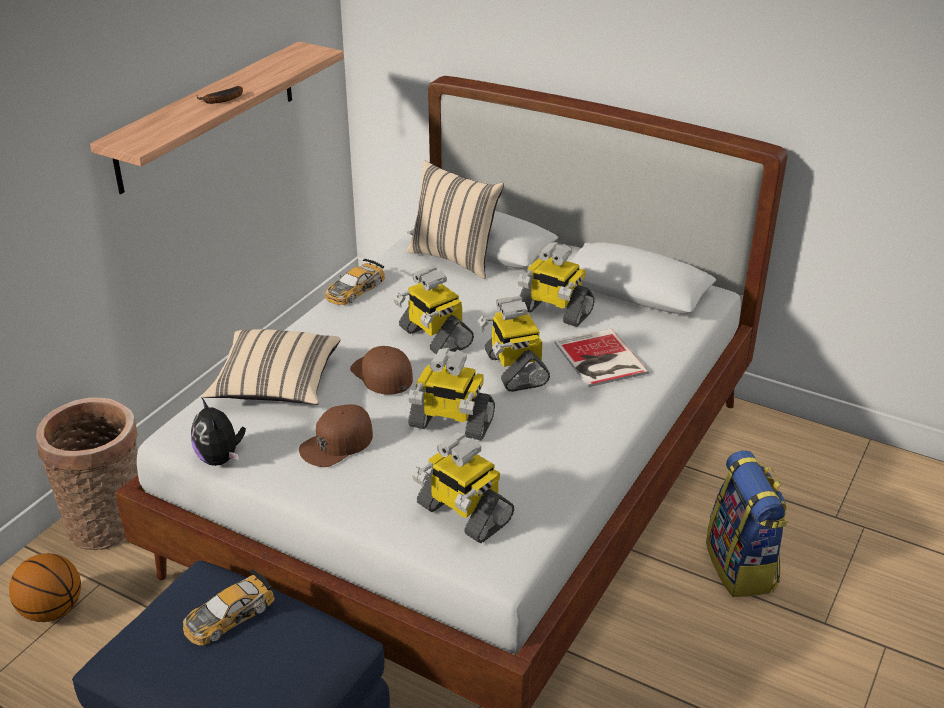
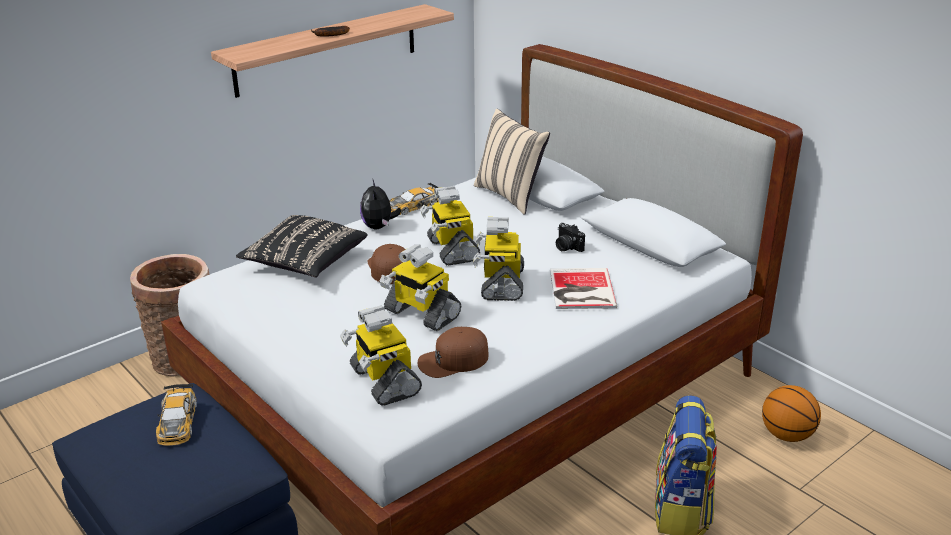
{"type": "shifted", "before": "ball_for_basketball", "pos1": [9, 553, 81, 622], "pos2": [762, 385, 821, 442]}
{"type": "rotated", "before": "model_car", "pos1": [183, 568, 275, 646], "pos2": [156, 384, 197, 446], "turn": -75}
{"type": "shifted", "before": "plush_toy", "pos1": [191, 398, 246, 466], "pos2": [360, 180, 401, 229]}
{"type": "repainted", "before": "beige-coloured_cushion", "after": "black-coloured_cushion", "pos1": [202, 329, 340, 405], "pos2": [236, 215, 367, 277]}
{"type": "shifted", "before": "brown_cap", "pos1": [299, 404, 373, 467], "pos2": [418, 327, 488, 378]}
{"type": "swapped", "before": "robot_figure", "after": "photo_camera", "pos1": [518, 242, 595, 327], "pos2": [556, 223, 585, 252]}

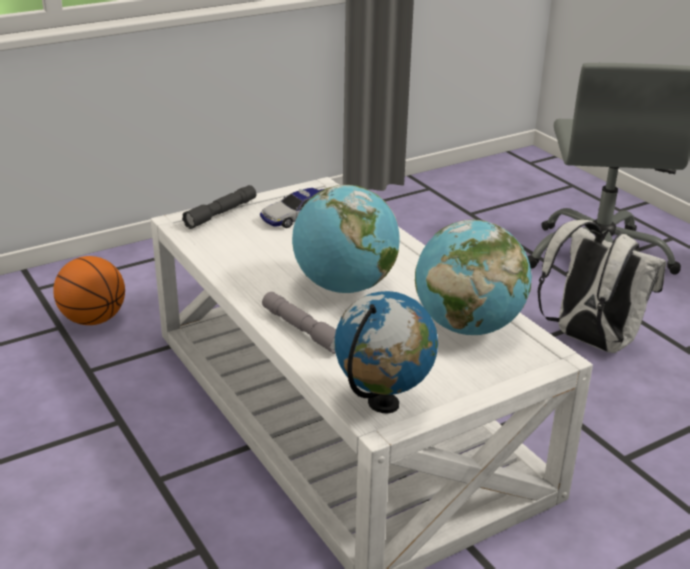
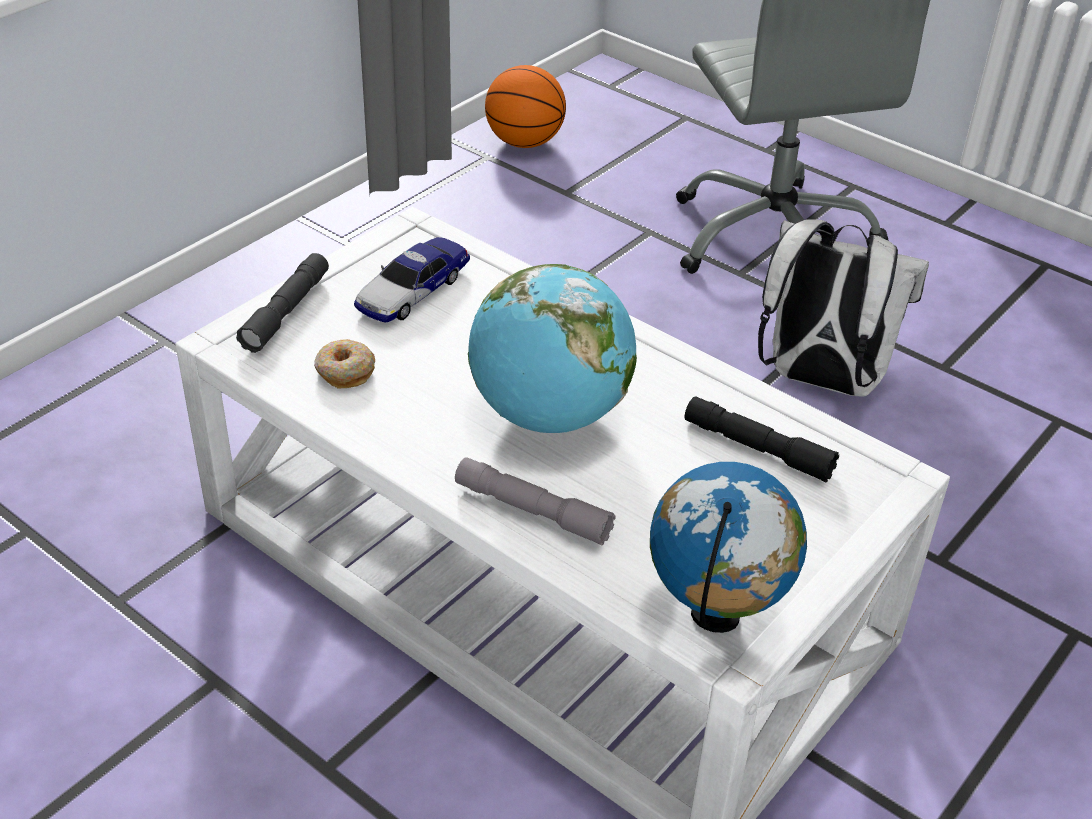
{"type": "shifted", "before": "ball_for_basketball", "pos1": [53, 256, 125, 325], "pos2": [485, 65, 566, 148]}
{"type": "swapped", "before": "globe", "after": "black-coloured_torch", "pos1": [415, 220, 532, 335], "pos2": [685, 396, 839, 482]}
{"type": "new", "after": "ring_doughnut", "pos2": [314, 339, 375, 388]}

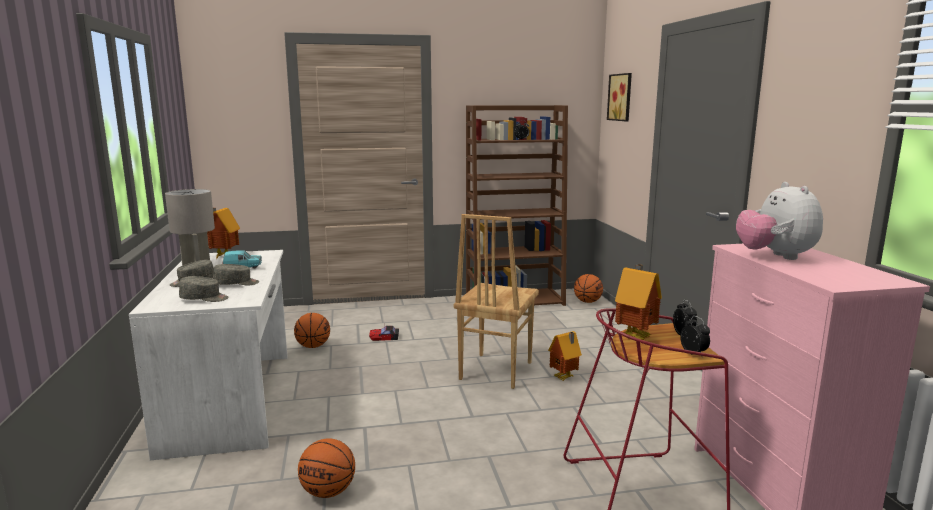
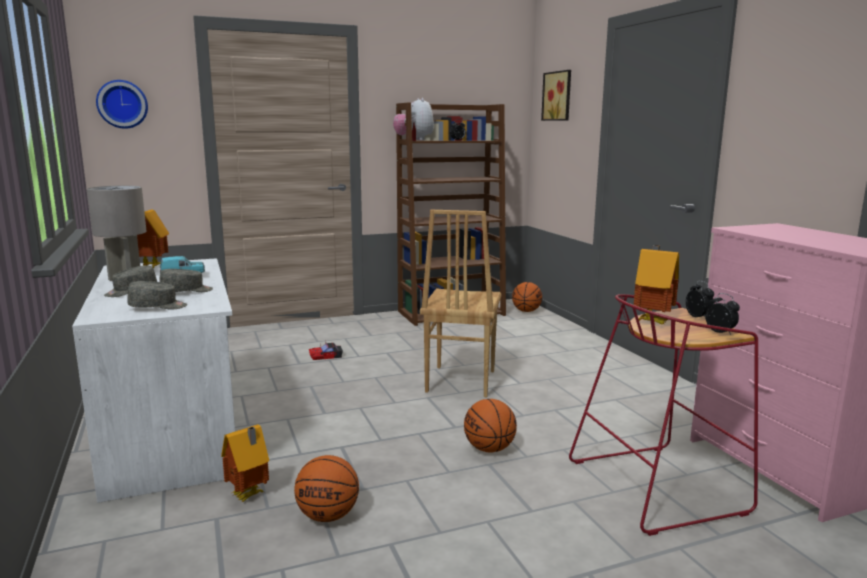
{"type": "shifted", "before": "ball_for_basketball", "pos1": [294, 313, 330, 348], "pos2": [464, 399, 517, 452]}
{"type": "shifted", "before": "model_house", "pos1": [548, 331, 582, 381], "pos2": [221, 424, 269, 503]}
{"type": "shifted", "before": "plush_toy", "pos1": [736, 182, 823, 260], "pos2": [393, 98, 434, 140]}
{"type": "new", "after": "hanging_clock", "pos2": [96, 80, 148, 129]}

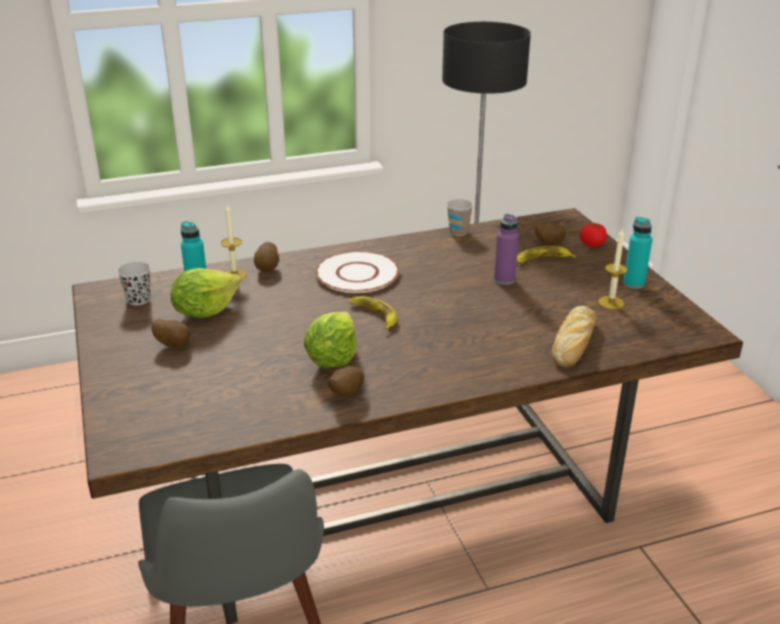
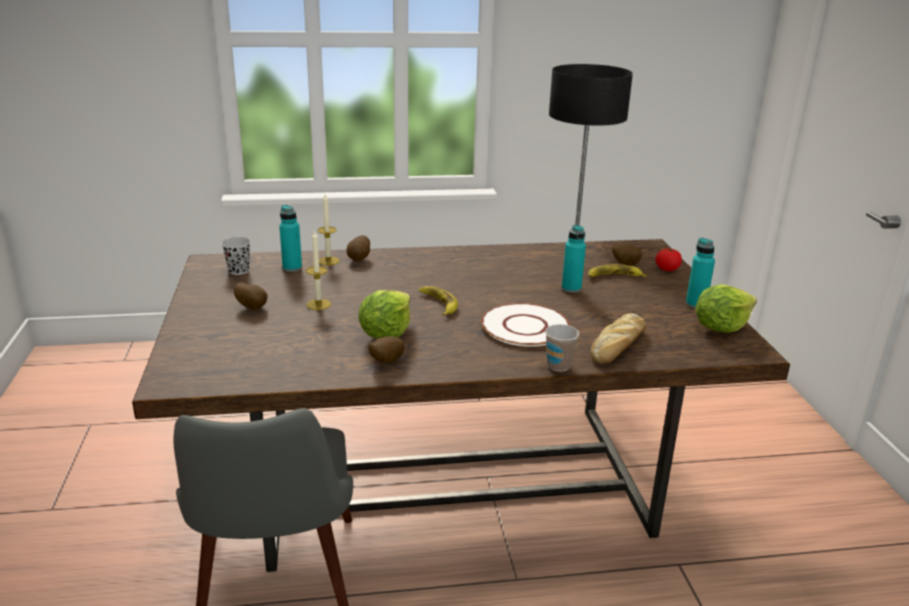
{"type": "shifted", "before": "head_of_lettuce", "pos1": [171, 268, 241, 318], "pos2": [695, 285, 757, 333]}
{"type": "shifted", "before": "whitish_dinner_plate", "pos1": [315, 251, 400, 293], "pos2": [481, 303, 570, 347]}
{"type": "shifted", "before": "cup", "pos1": [447, 199, 473, 236], "pos2": [545, 324, 579, 372]}
{"type": "repainted", "before": "purple_beverage_bottle", "after": "turquoise_beverage_bottle", "pos1": [494, 214, 519, 285], "pos2": [562, 224, 586, 293]}
{"type": "shifted", "before": "wax_light", "pos1": [598, 228, 628, 309], "pos2": [306, 230, 331, 310]}

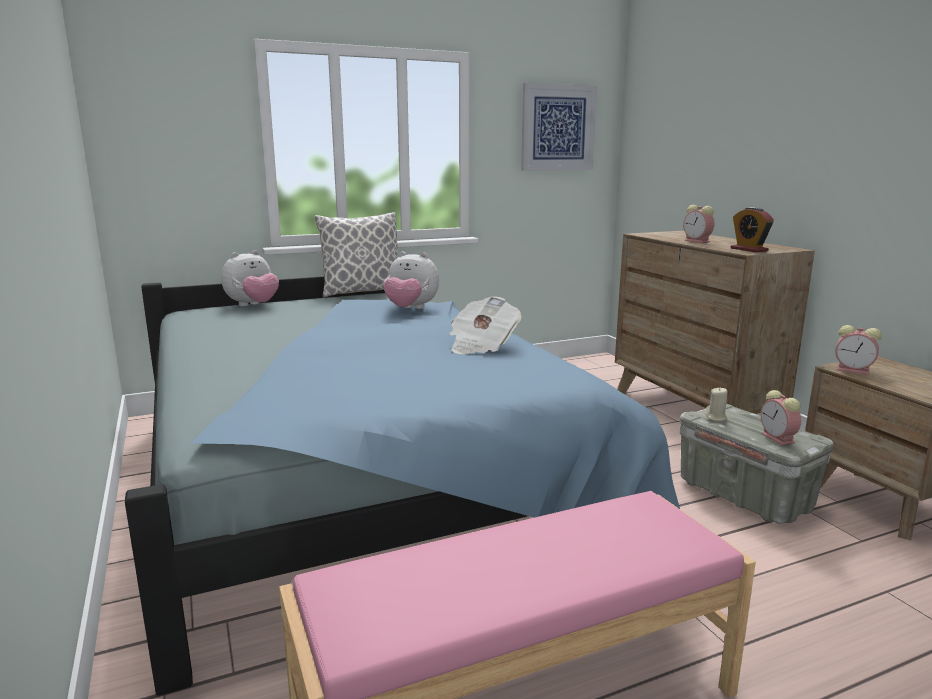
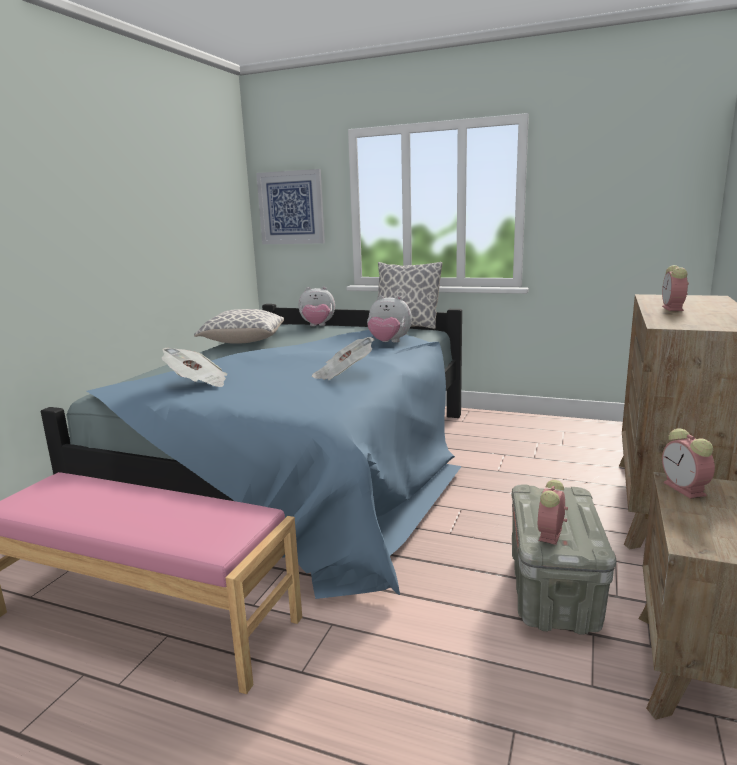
{"type": "rotated", "before": "plush_toy", "pos1": [383, 252, 439, 309], "pos2": [367, 295, 412, 343], "turn": -45}
{"type": "shifted", "before": "wall_art", "pos1": [521, 83, 597, 171], "pos2": [256, 169, 325, 244]}
{"type": "gone", "before": "beige-coloured_wax_light", "pos1": [706, 388, 728, 421]}
{"type": "gone", "before": "table_clock", "pos1": [730, 207, 774, 252]}
{"type": "new", "after": "newspaper", "pos2": [162, 348, 227, 387]}
{"type": "new", "after": "cushion", "pos2": [194, 309, 284, 344]}

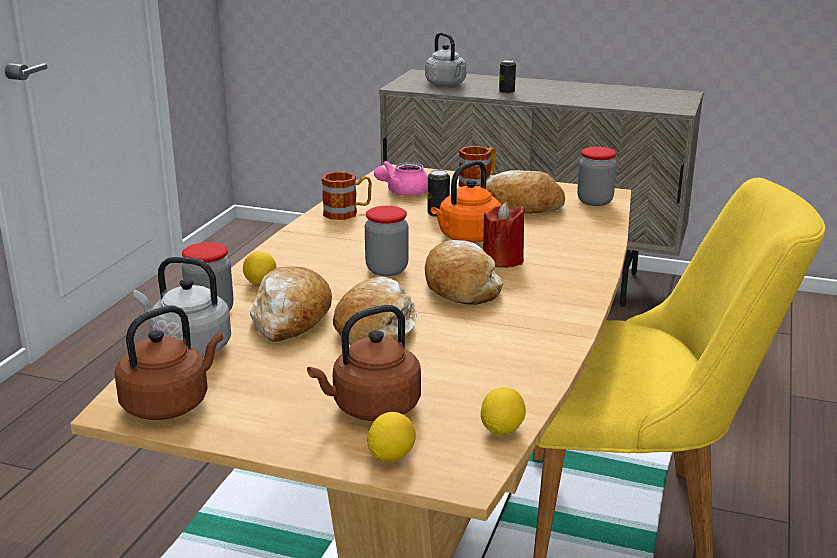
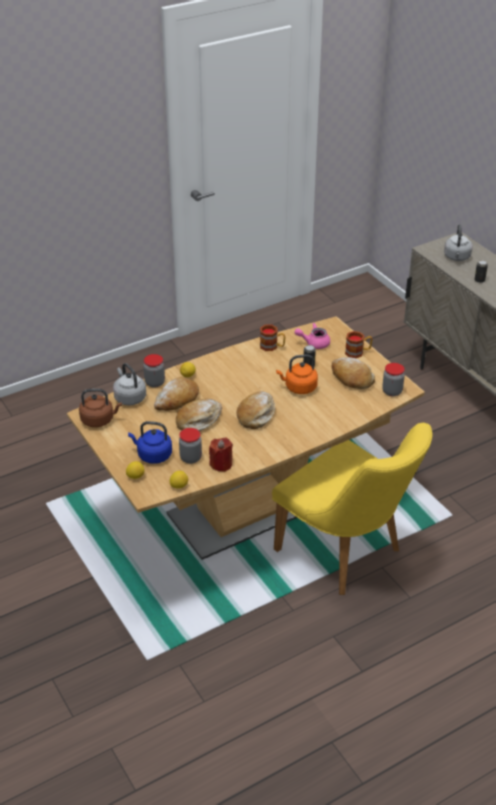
{"type": "repainted", "before": "brown_water_kettle", "after": "blue-coloured_water_kettle", "pos1": [307, 305, 421, 421], "pos2": [128, 421, 172, 464]}
{"type": "shifted", "before": "storage_jar", "pos1": [365, 206, 409, 276], "pos2": [179, 428, 202, 464]}
{"type": "shifted", "before": "reddish_wax_light", "pos1": [483, 202, 525, 268], "pos2": [209, 437, 233, 472]}

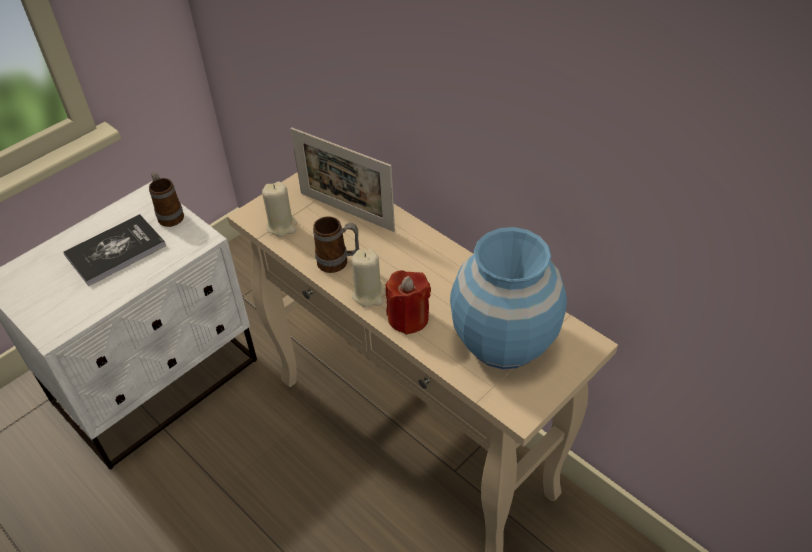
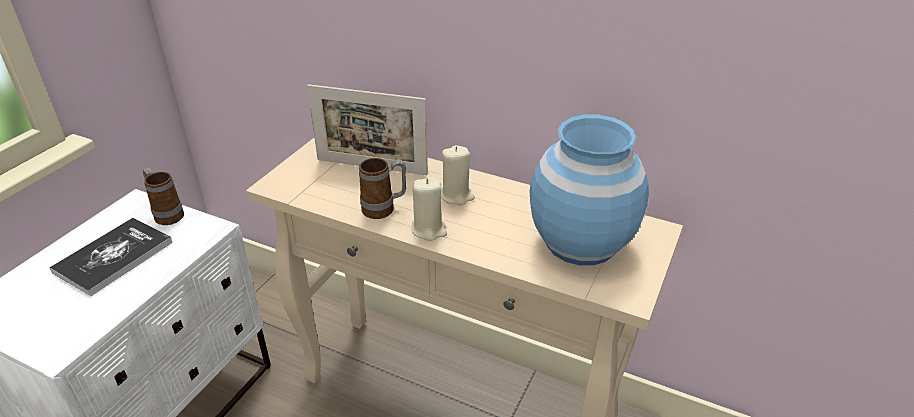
{"type": "shifted", "before": "beige-coloured_wax_light", "pos1": [262, 182, 297, 237], "pos2": [441, 145, 475, 205]}
{"type": "gone", "before": "reddish_wax_light", "pos1": [386, 270, 431, 335]}

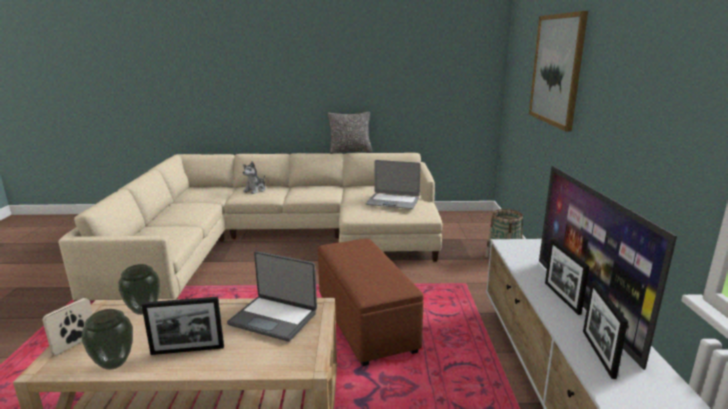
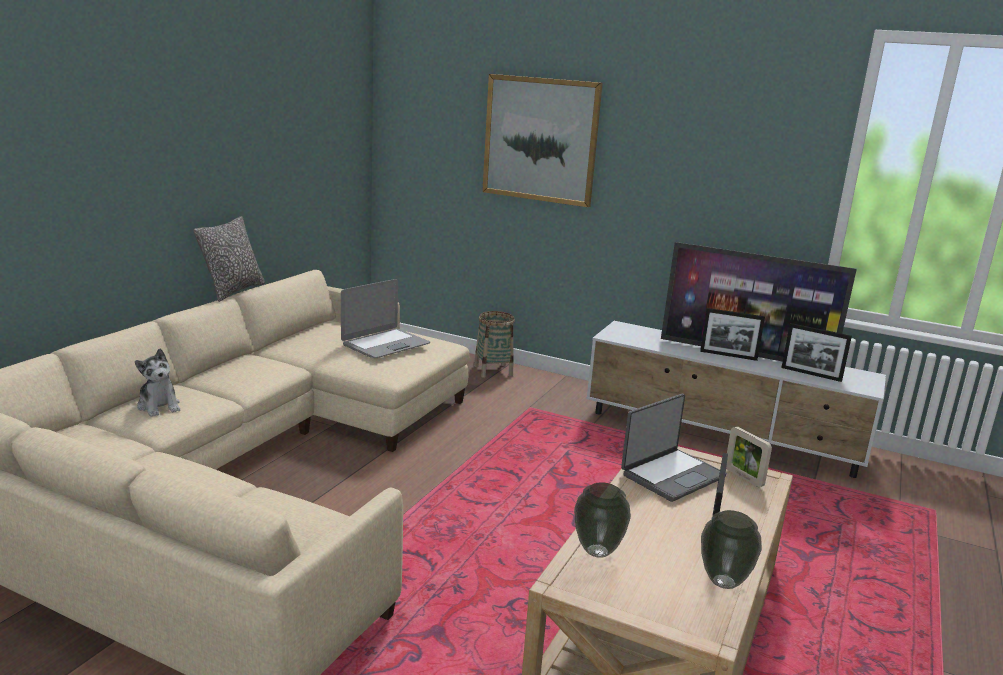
{"type": "shifted", "before": "photo_frame", "pos1": [42, 298, 93, 355], "pos2": [726, 426, 772, 487]}
{"type": "gone", "before": "brown_footrest", "pos1": [318, 238, 424, 366]}

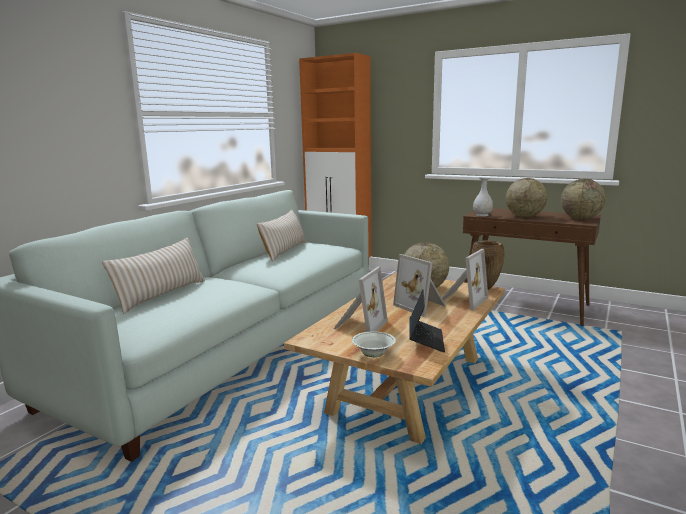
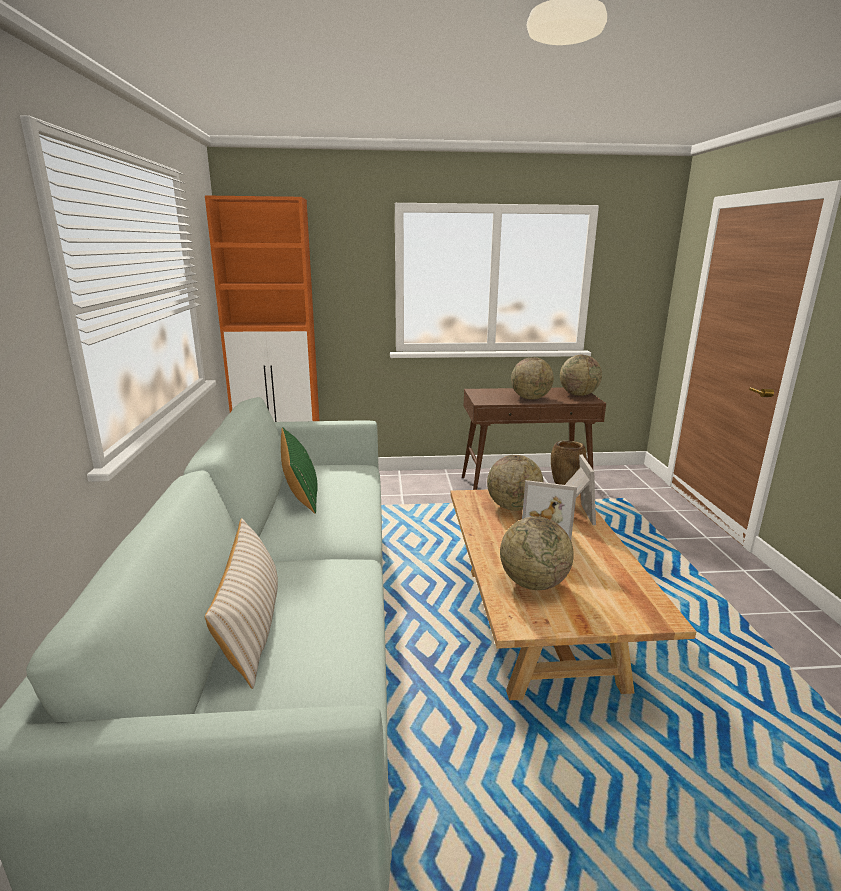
{"type": "repainted", "before": "beige-coloured_cushion", "after": "greenish_cushion", "pos1": [257, 209, 306, 262], "pos2": [281, 427, 318, 514]}
{"type": "swapped", "before": "photo_frame", "after": "globe", "pos1": [333, 267, 388, 332], "pos2": [500, 517, 574, 590]}
{"type": "gone", "before": "whitish_bowl", "pos1": [352, 331, 396, 357]}
{"type": "gone", "before": "laptop", "pos1": [409, 289, 445, 352]}
{"type": "gone", "before": "whitish_decorative_vase", "pos1": [473, 177, 493, 216]}

